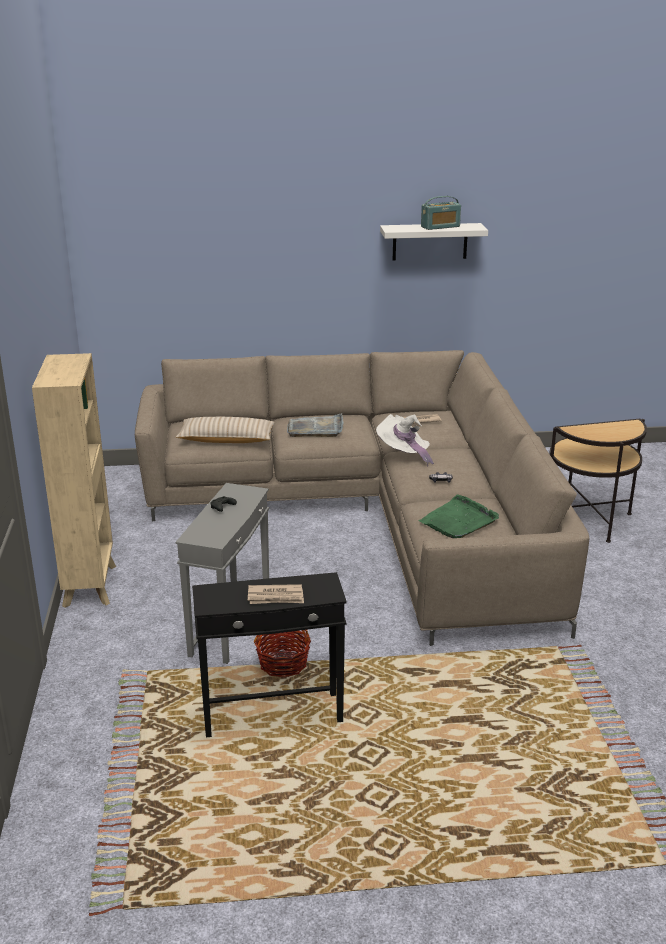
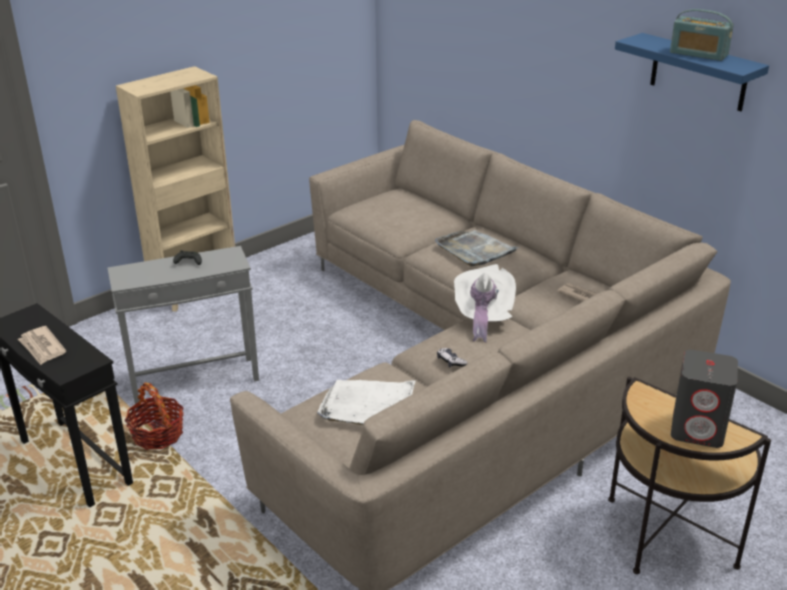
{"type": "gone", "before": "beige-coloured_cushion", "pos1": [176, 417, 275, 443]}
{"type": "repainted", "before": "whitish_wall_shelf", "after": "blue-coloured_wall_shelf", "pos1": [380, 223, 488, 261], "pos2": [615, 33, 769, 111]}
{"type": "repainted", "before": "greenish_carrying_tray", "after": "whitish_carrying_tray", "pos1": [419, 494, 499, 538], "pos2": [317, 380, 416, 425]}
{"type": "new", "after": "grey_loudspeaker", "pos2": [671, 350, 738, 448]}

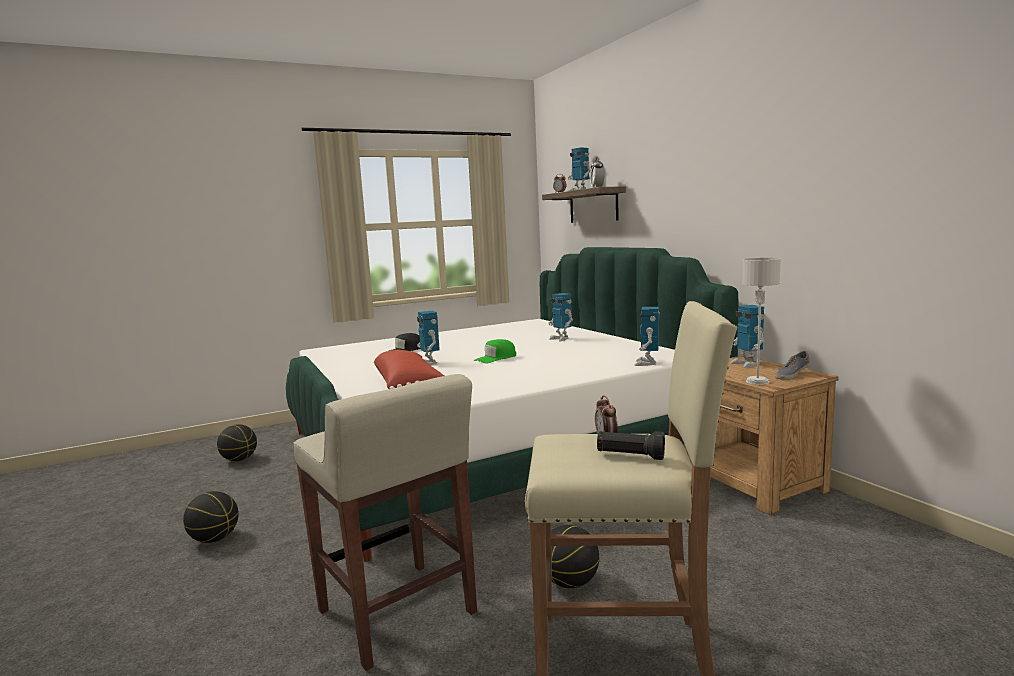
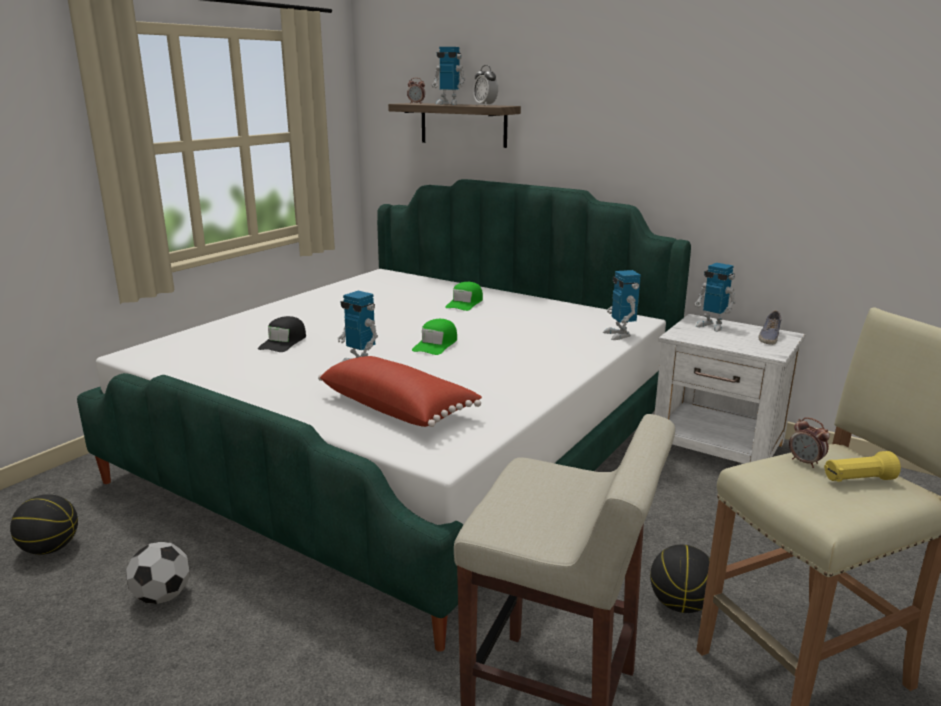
{"type": "gone", "before": "ball_for_basketball", "pos1": [183, 491, 239, 543]}
{"type": "swapped", "before": "robot_figure", "after": "greenish_cap", "pos1": [549, 293, 573, 341], "pos2": [445, 282, 483, 311]}
{"type": "repainted", "before": "black-coloured_torch", "after": "yellow_torch", "pos1": [597, 431, 665, 460], "pos2": [824, 451, 901, 482]}
{"type": "repainted", "before": "brown_bedside_table", "after": "whitish_bedside_table", "pos1": [684, 356, 839, 515], "pos2": [654, 314, 805, 464]}
{"type": "gone", "before": "grey_table_lamp", "pos1": [742, 258, 781, 385]}
{"type": "new", "after": "football", "pos2": [126, 542, 190, 604]}

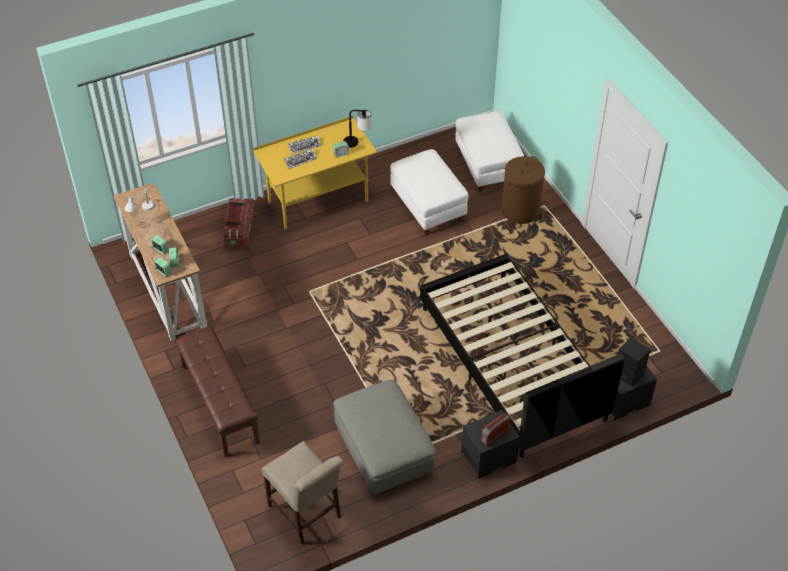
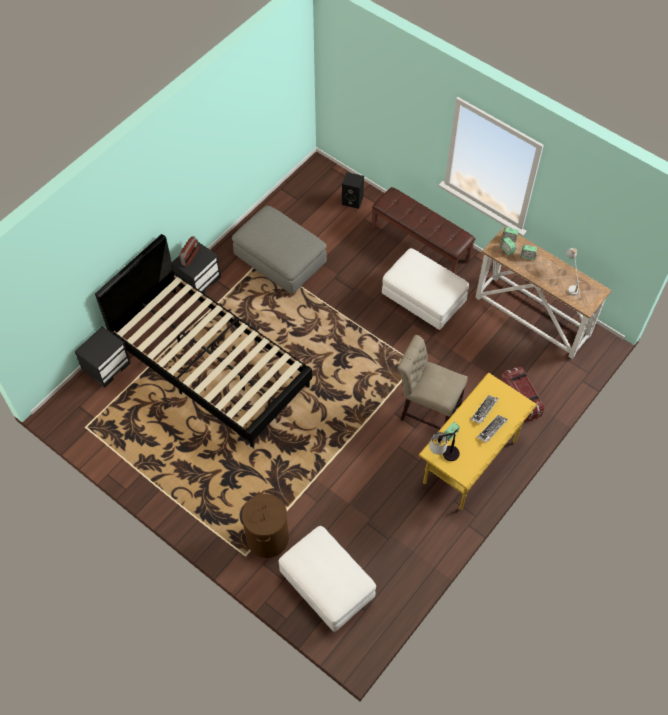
{"type": "shifted", "before": "beige-coloured_upright_chair", "pos1": [262, 441, 344, 544], "pos2": [398, 335, 468, 430]}
{"type": "shifted", "before": "whitish_footrest", "pos1": [390, 149, 468, 235], "pos2": [382, 248, 469, 332]}
{"type": "shifted", "before": "black-coloured_loudspeaker", "pos1": [618, 337, 650, 387], "pos2": [342, 172, 364, 209]}

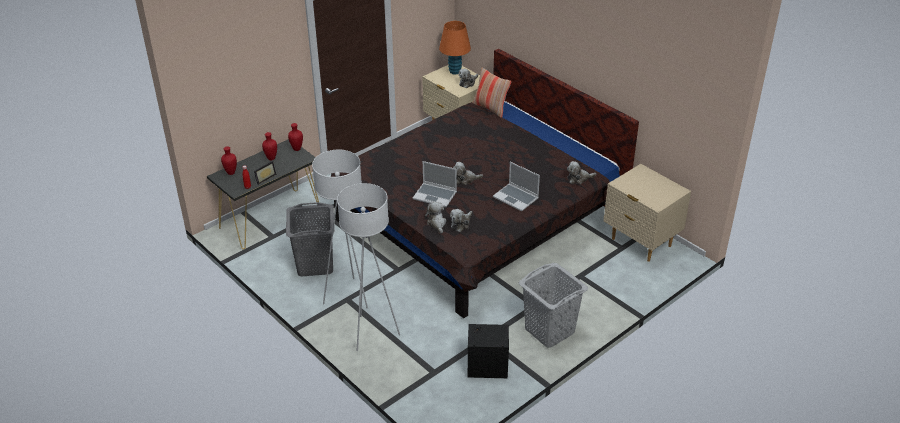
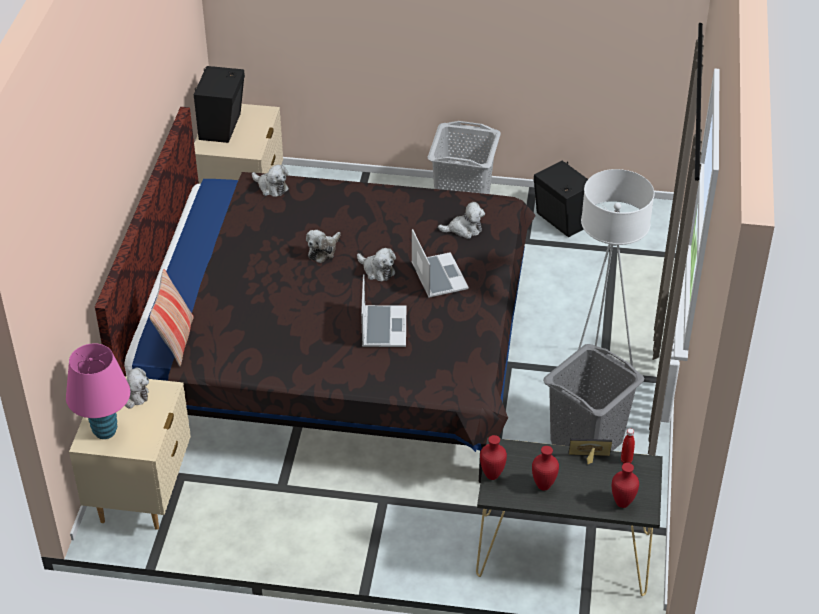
{"type": "gone", "before": "whitish_standing_lamp", "pos1": [337, 183, 400, 351]}
{"type": "shifted", "before": "plush_toy", "pos1": [425, 202, 447, 234], "pos2": [306, 230, 341, 263]}
{"type": "repainted", "before": "orange-coloured_table_lamp", "after": "pinkish_table_lamp", "pos1": [439, 21, 471, 74], "pos2": [66, 343, 130, 439]}
{"type": "shifted", "before": "laptop", "pos1": [493, 162, 540, 211], "pos2": [361, 274, 406, 347]}
{"type": "new", "after": "black-coloured_loudspeaker", "pos2": [194, 66, 245, 143]}

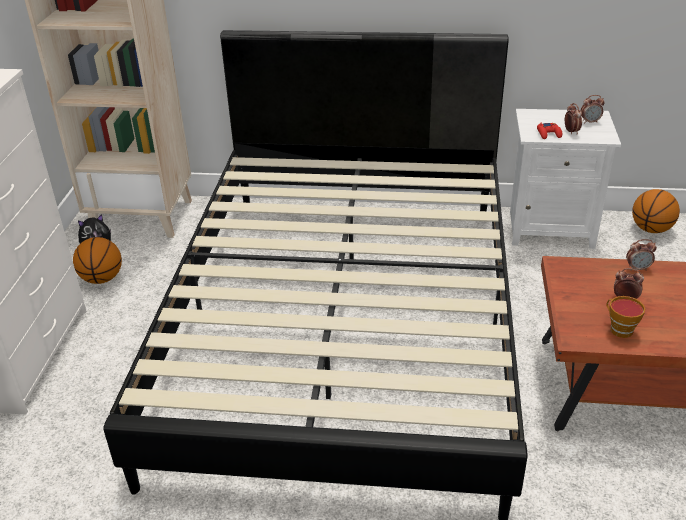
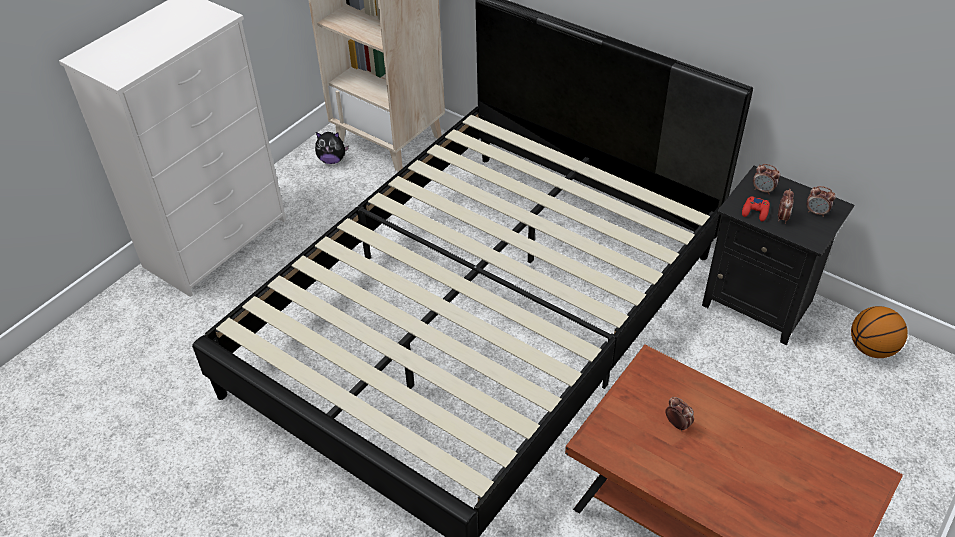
{"type": "gone", "before": "ball_for_basketball", "pos1": [73, 237, 122, 284]}
{"type": "repainted", "before": "whitish_bedside_table", "after": "black-coloured_bedside_table", "pos1": [510, 109, 621, 249], "pos2": [702, 166, 854, 345]}
{"type": "gone", "before": "cup", "pos1": [606, 296, 645, 338]}
{"type": "shifted", "before": "table_clock", "pos1": [626, 239, 657, 271], "pos2": [753, 164, 780, 194]}

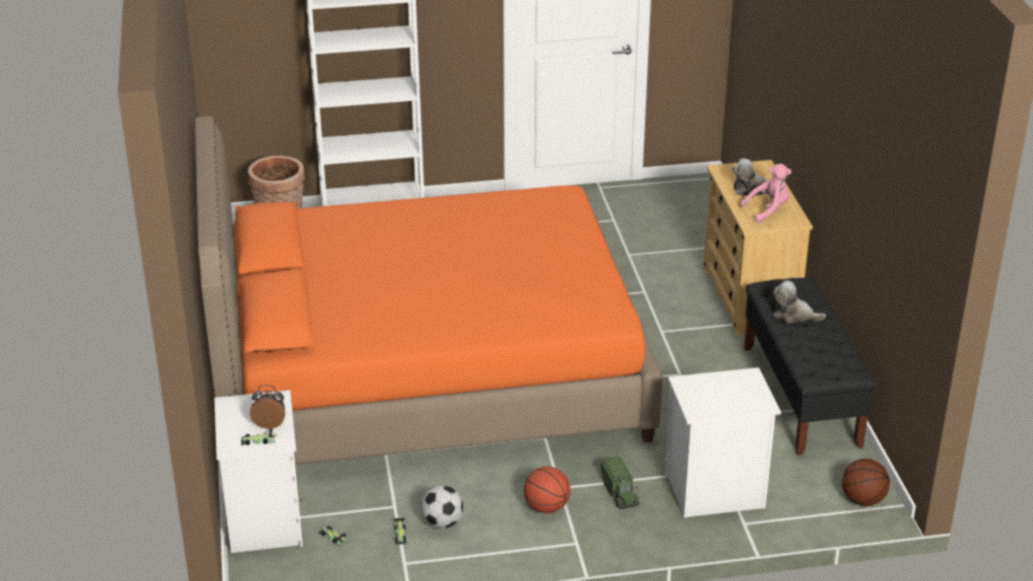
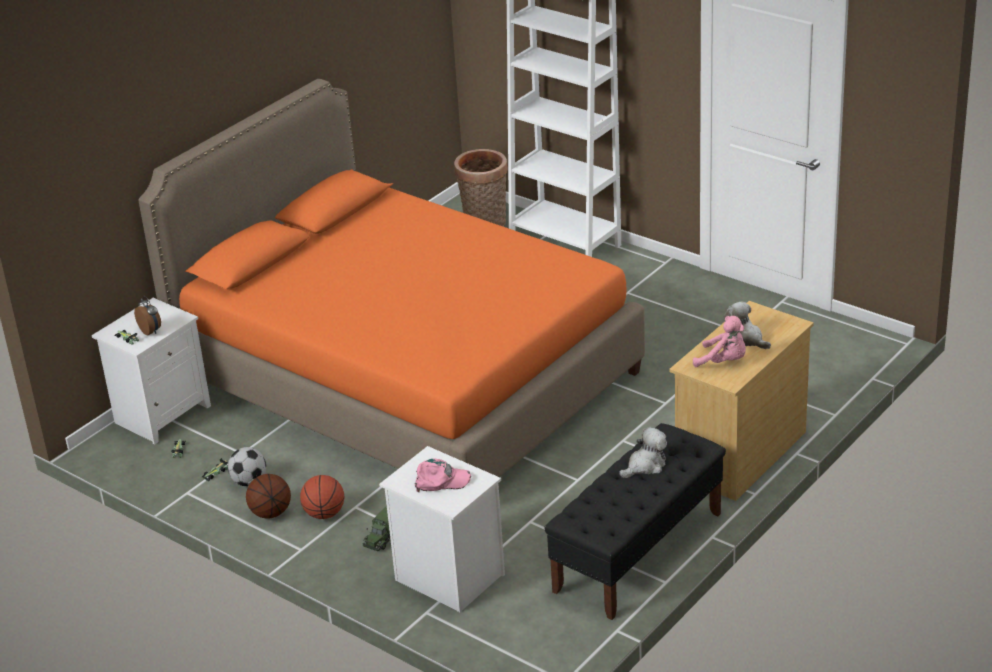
{"type": "rotated", "before": "plush_toy", "pos1": [773, 280, 826, 323], "pos2": [619, 427, 667, 478], "turn": 75}
{"type": "shifted", "before": "ball_for_basketball", "pos1": [842, 459, 890, 506], "pos2": [246, 474, 291, 519]}
{"type": "new", "after": "pinkish_cap", "pos2": [415, 459, 471, 492]}

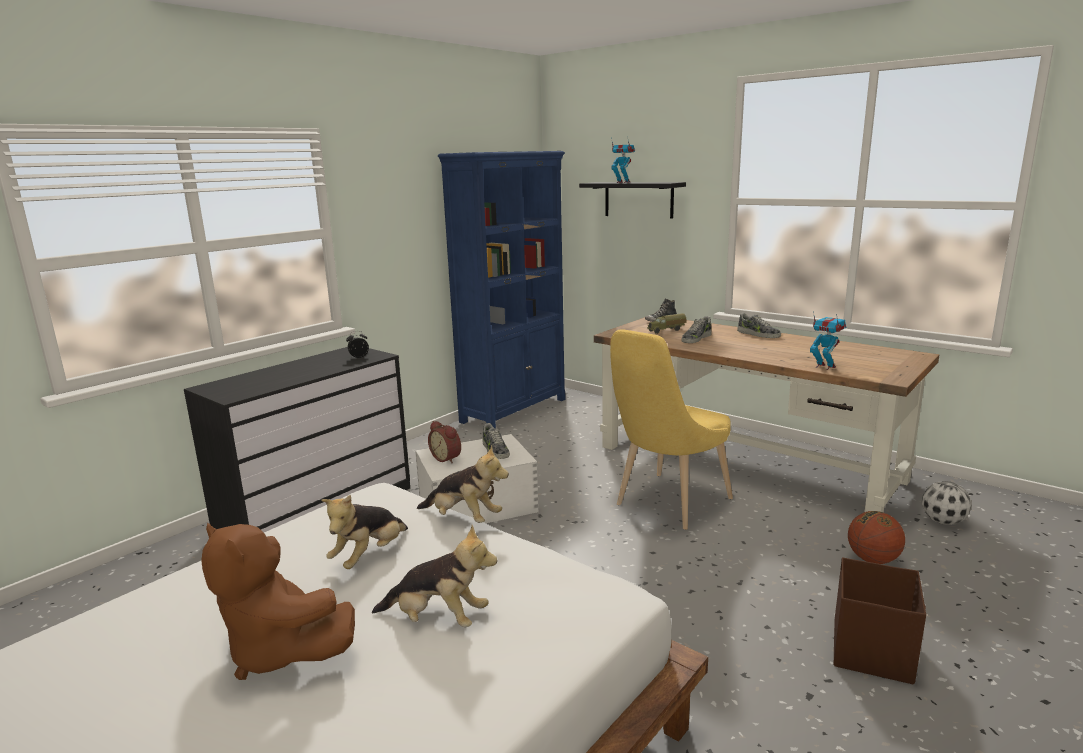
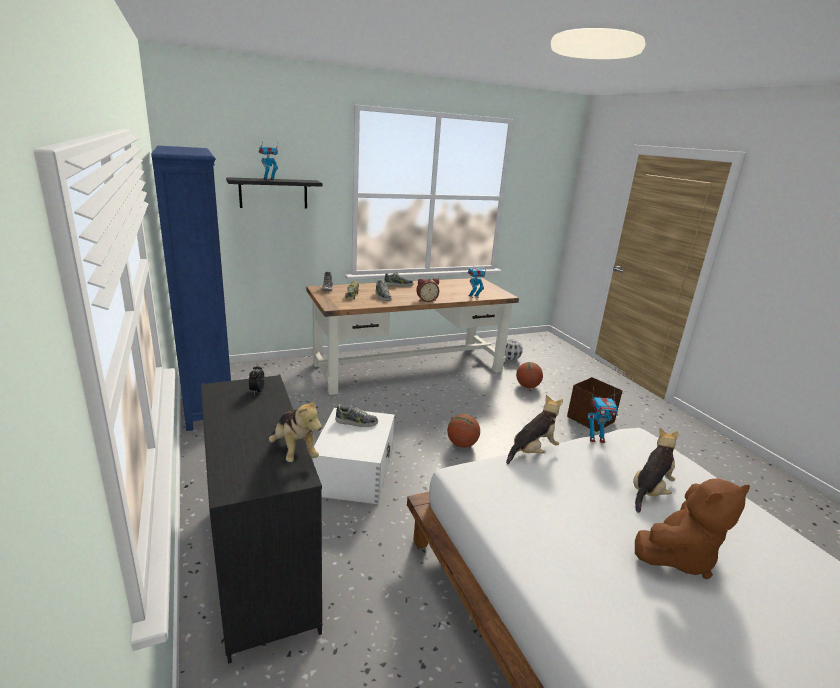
{"type": "shifted", "before": "plush_toy", "pos1": [321, 495, 408, 569], "pos2": [269, 397, 322, 462]}
{"type": "shifted", "before": "table_clock", "pos1": [428, 421, 461, 464], "pos2": [416, 278, 439, 302]}
{"type": "gone", "before": "yellow_upright_chair", "pos1": [610, 329, 733, 530]}
{"type": "new", "after": "ball_for_basketball", "pos2": [447, 414, 480, 448]}
{"type": "new", "after": "robot_figure", "pos2": [588, 387, 618, 443]}

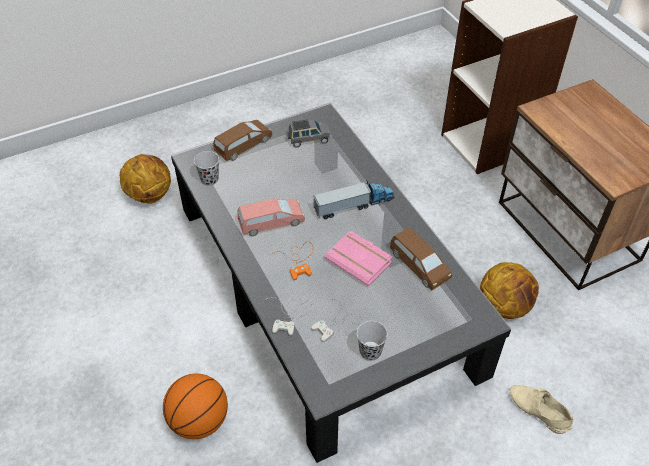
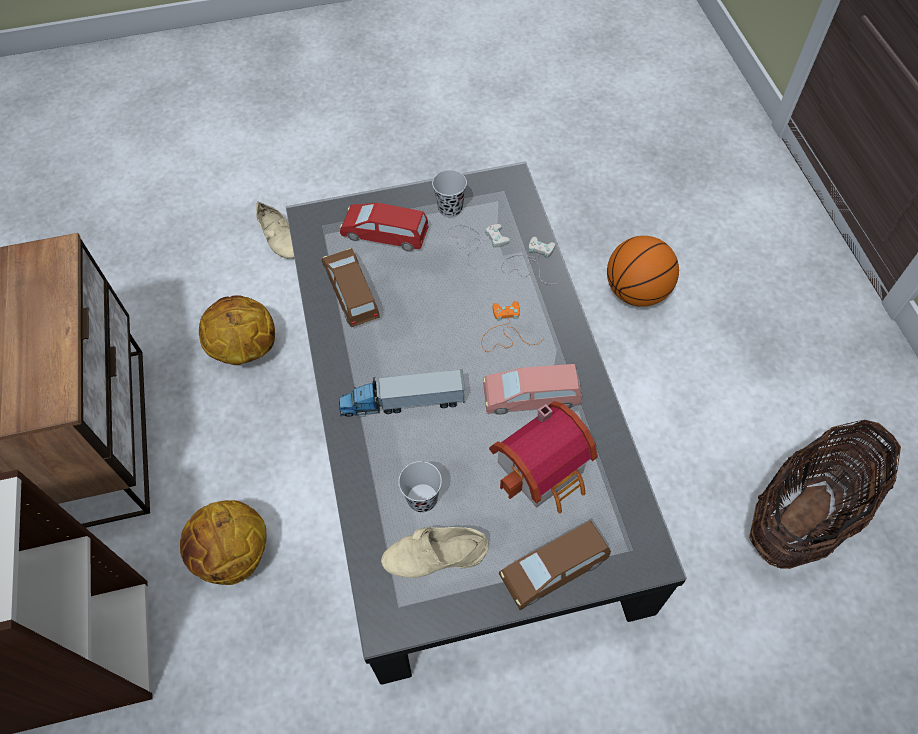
{"type": "shifted", "before": "ball_for_basketball", "pos1": [120, 154, 171, 204], "pos2": [180, 500, 266, 585]}
{"type": "shifted", "before": "black-coloured_cup", "pos1": [194, 151, 219, 186], "pos2": [398, 461, 442, 512]}
{"type": "swapped", "before": "grey_model_car", "after": "beige-coloured_shoe", "pos1": [287, 120, 330, 148], "pos2": [381, 527, 488, 578]}
{"type": "gone", "before": "pinkish_volume", "pos1": [325, 231, 393, 286]}
{"type": "new", "after": "reddish_model_car", "pos2": [340, 203, 429, 252]}
{"type": "new", "after": "model_house", "pos2": [489, 401, 597, 513]}
{"type": "new", "after": "household_basket", "pos2": [749, 420, 901, 569]}

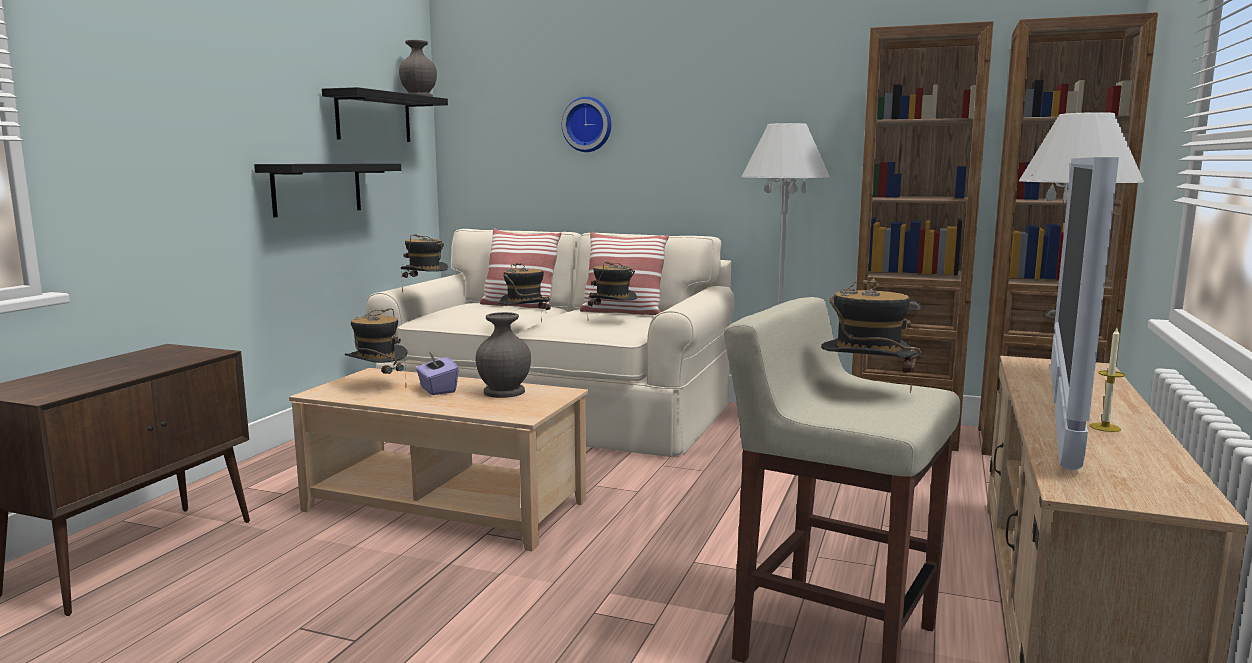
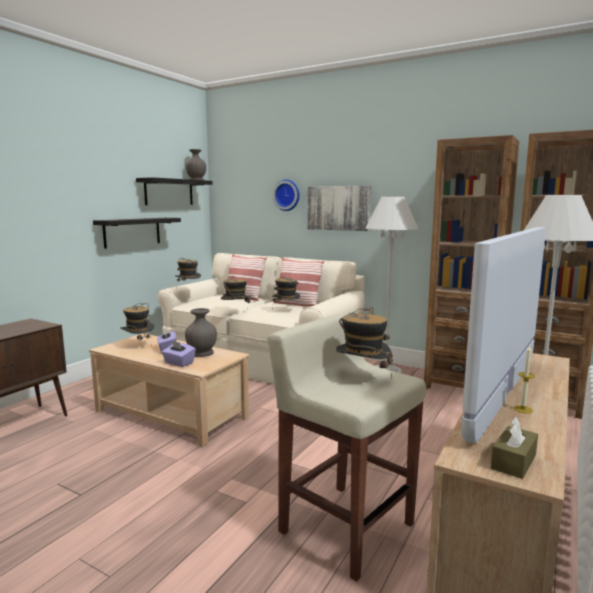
{"type": "new", "after": "purple_tissue_holder", "pos2": [161, 340, 196, 367]}
{"type": "new", "after": "wall_art", "pos2": [307, 185, 371, 231]}
{"type": "new", "after": "brown_tissue_holder", "pos2": [491, 417, 538, 479]}

